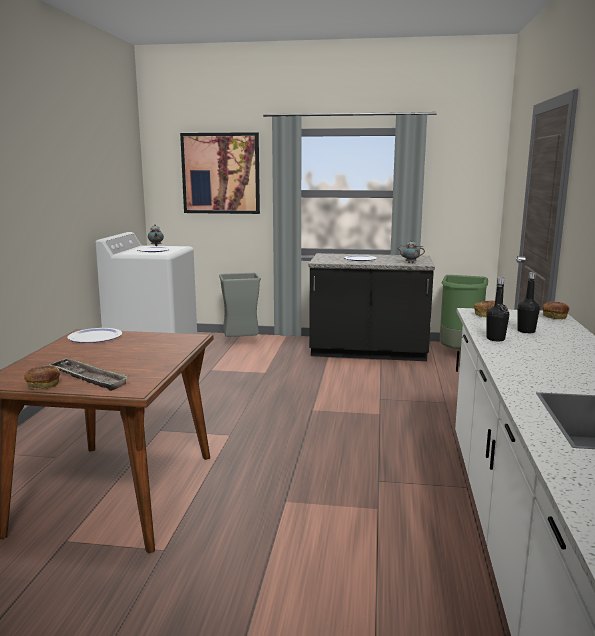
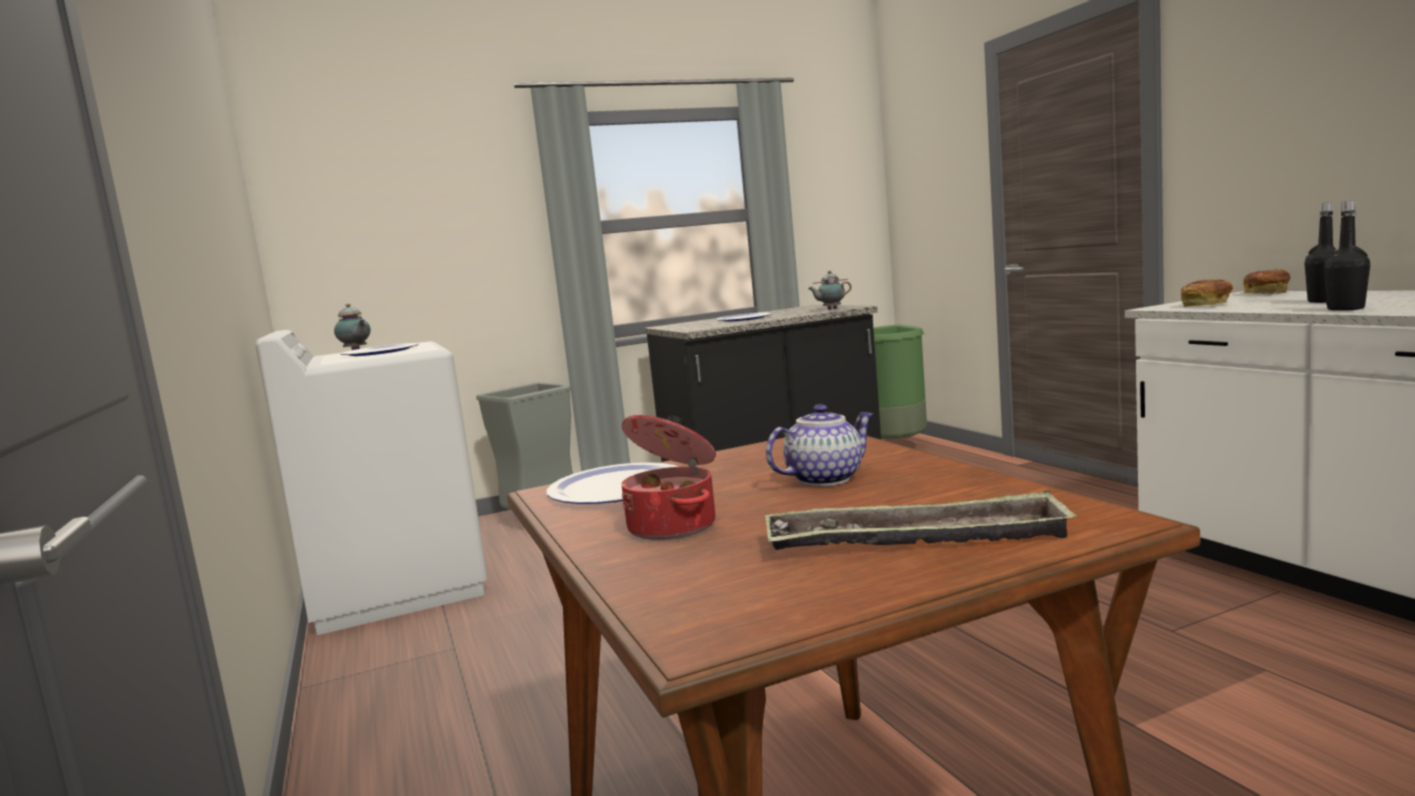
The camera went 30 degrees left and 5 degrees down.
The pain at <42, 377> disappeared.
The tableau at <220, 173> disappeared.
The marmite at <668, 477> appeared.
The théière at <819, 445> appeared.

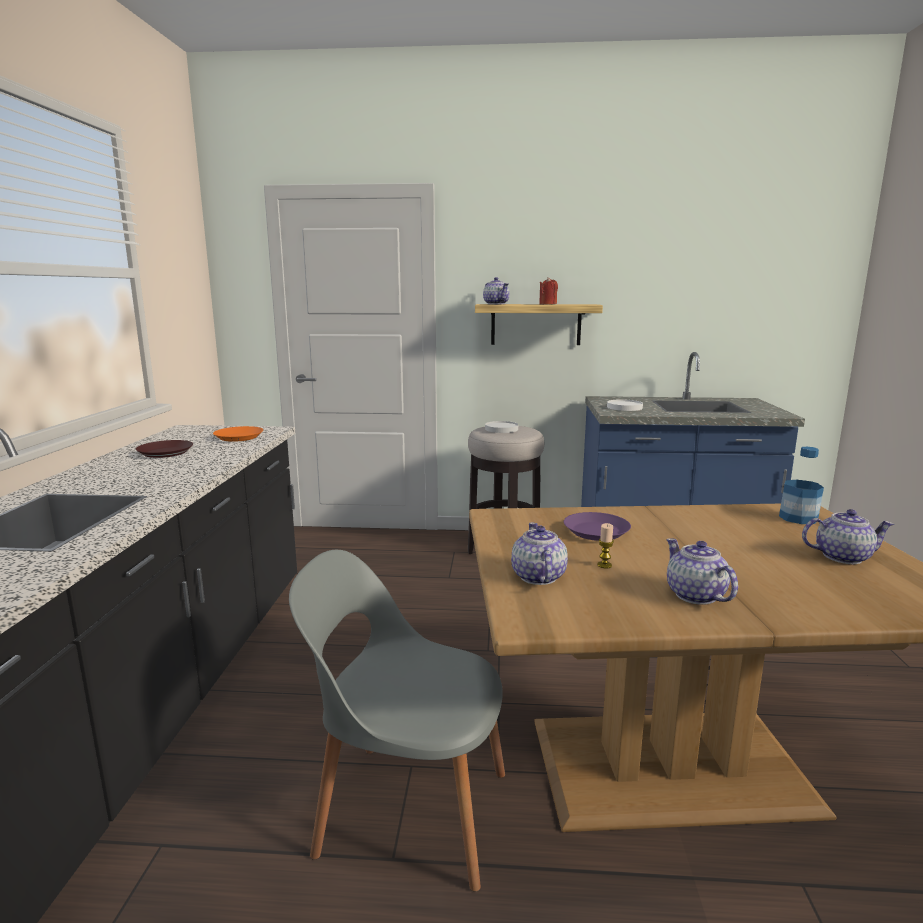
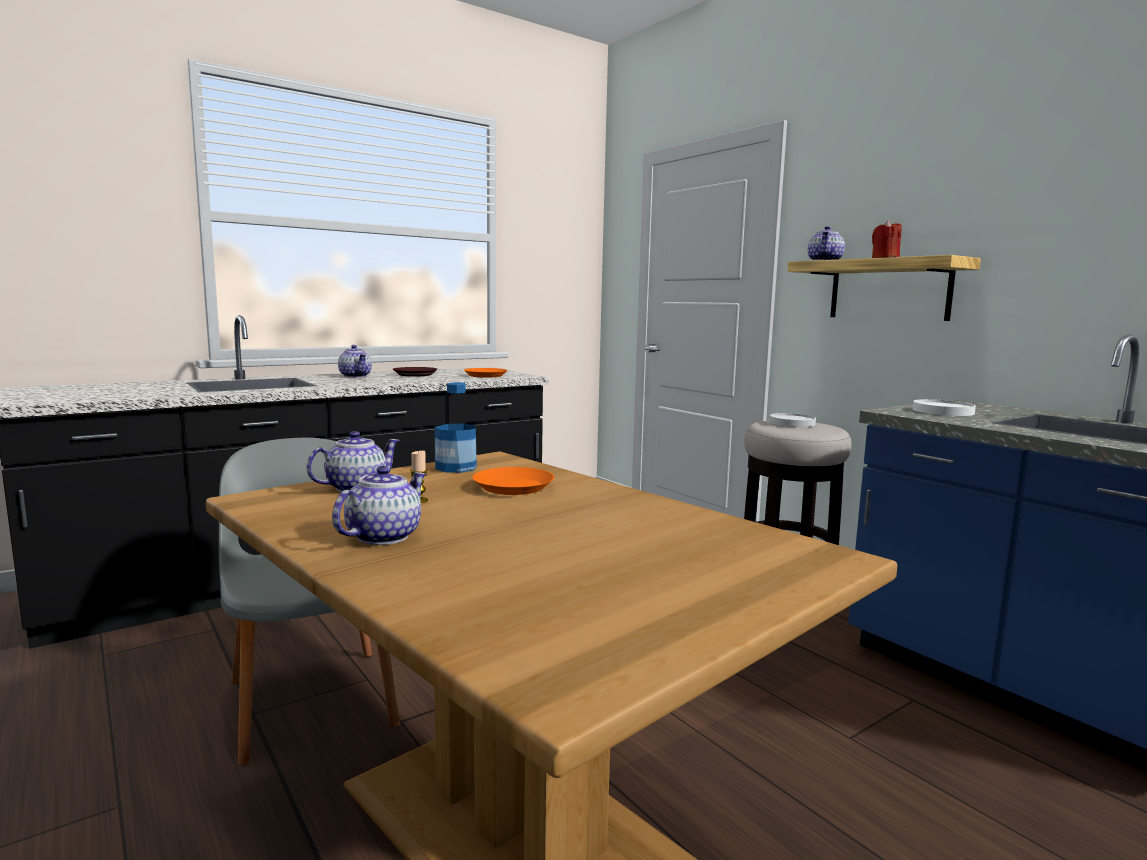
The camera went 50 degrees right and 5 degrees down.
The bouteille moved from <801, 485> to <455, 427>.
The théière moved from <848, 536> to <355, 361>.
The assiette [violet] at <597, 526> became the assiette [orange] at <513, 481>.

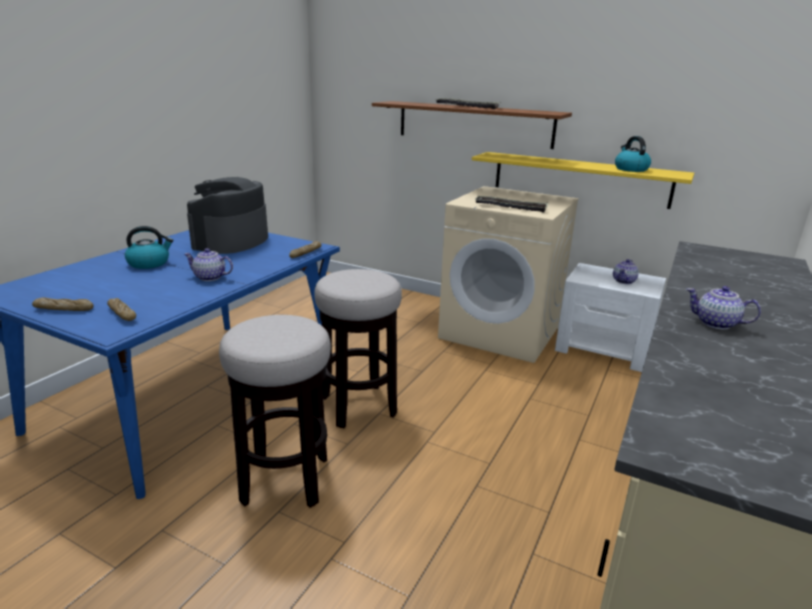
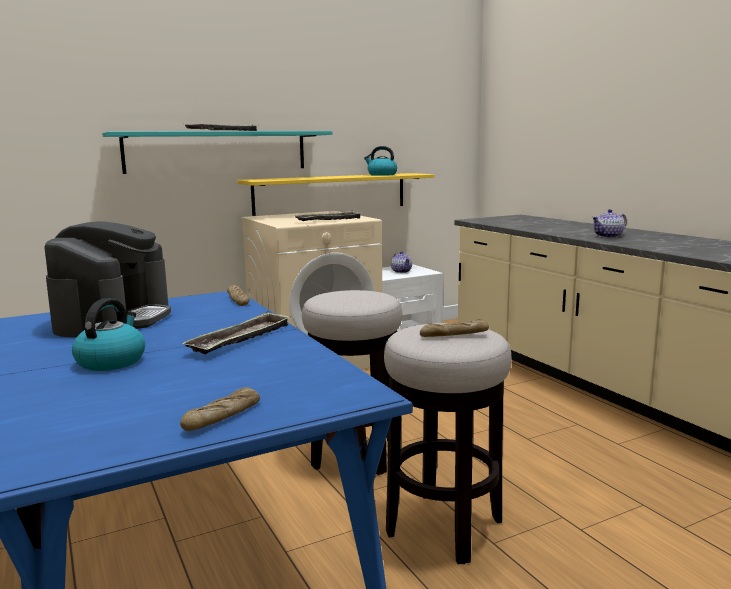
The camera went 55 degrees left and 10 degrees down.
The pain moved from <121, 309> to <454, 328>.
The théière at <208, 264> was replaced by the plateau at <236, 333>.
The étagère [marron] at <472, 125> became the étagère [turquoise] at <217, 152>.
The machine à café at <227, 215> turned 135 degrees counterclockwise.

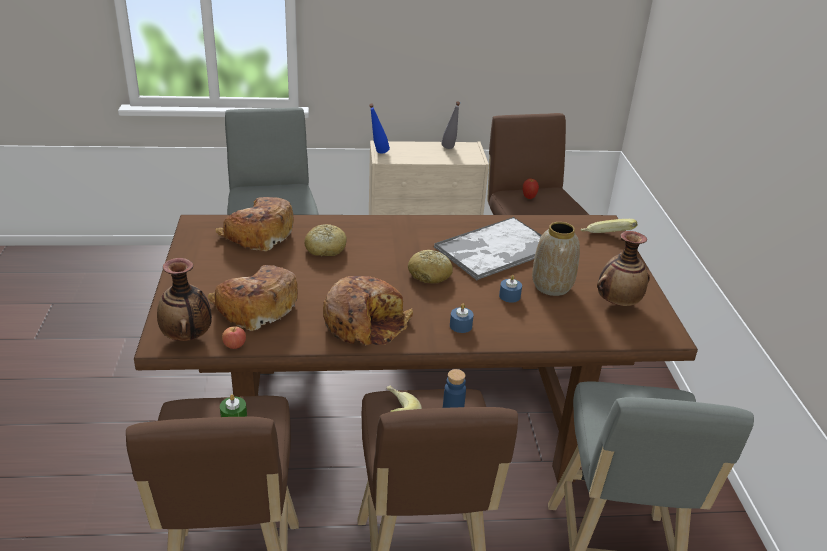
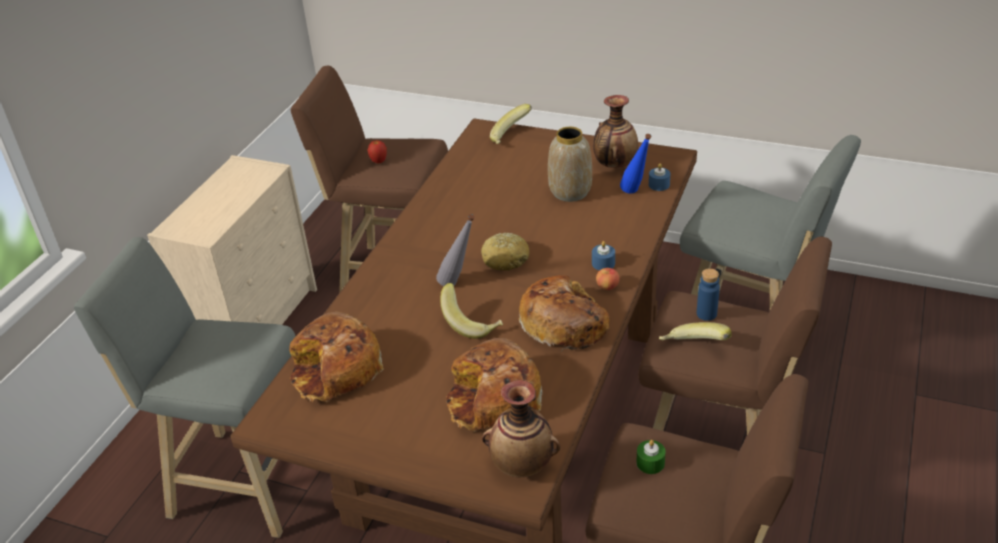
The camera went 60 degrees left and 5 degrees up.
The pain at <325, 240> disappeared.
The plateau at <488, 248> disappeared.
The banane at <471, 311> appeared.
The pomme moved from <234, 337> to <608, 279>.
The bouteille [bleu] moved from <379, 128> to <635, 164>.
The bouteille [gris] moved from <451, 125> to <455, 250>.
The bougie [bleu] moved from <510, 289> to <659, 177>.

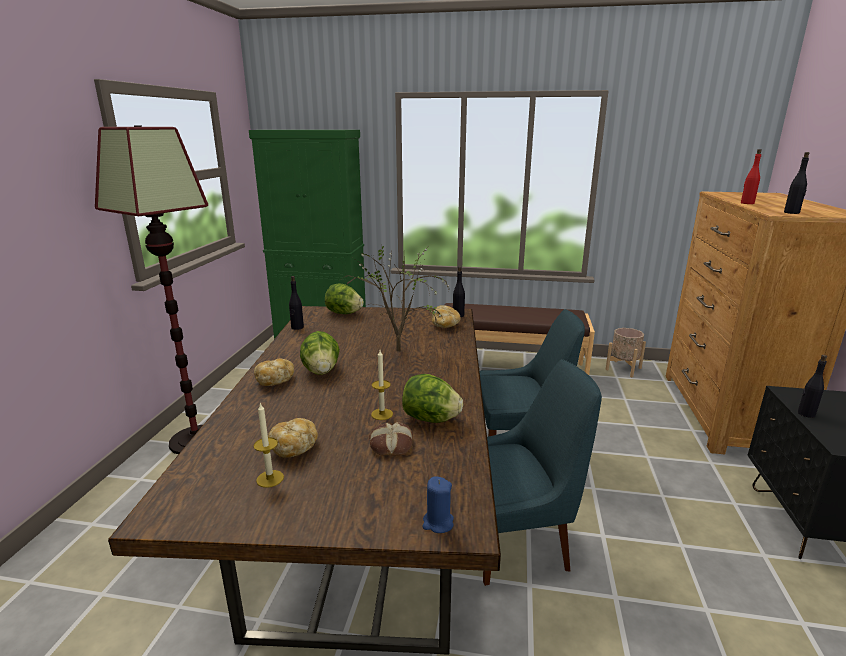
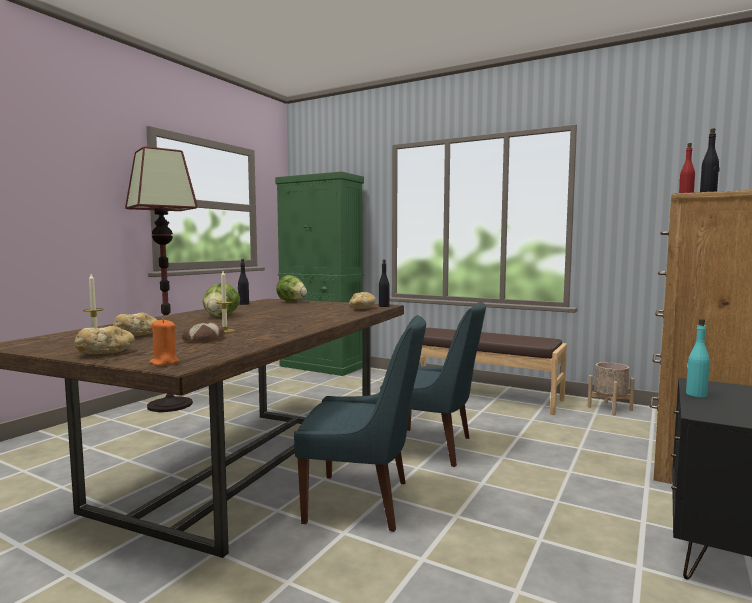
The camera went 20 degrees right and 15 degrees down.
The plante en pot at <395, 297> disappeared.
The laitue at <432, 398> disappeared.
The pain moved from <274, 372> to <105, 340>.
The bougie [bleu] at <438, 505> became the bougie [orange] at <164, 342>.
The bouteille [noir] at <812, 386> became the bouteille [turquoise] at <698, 358>.

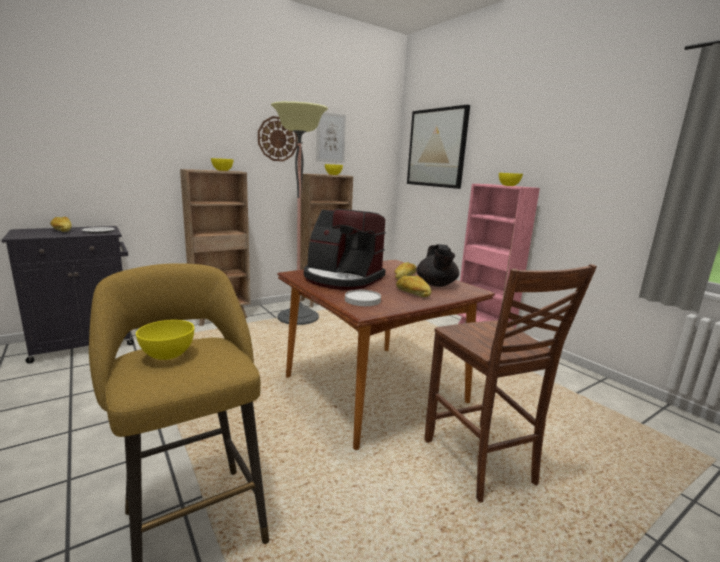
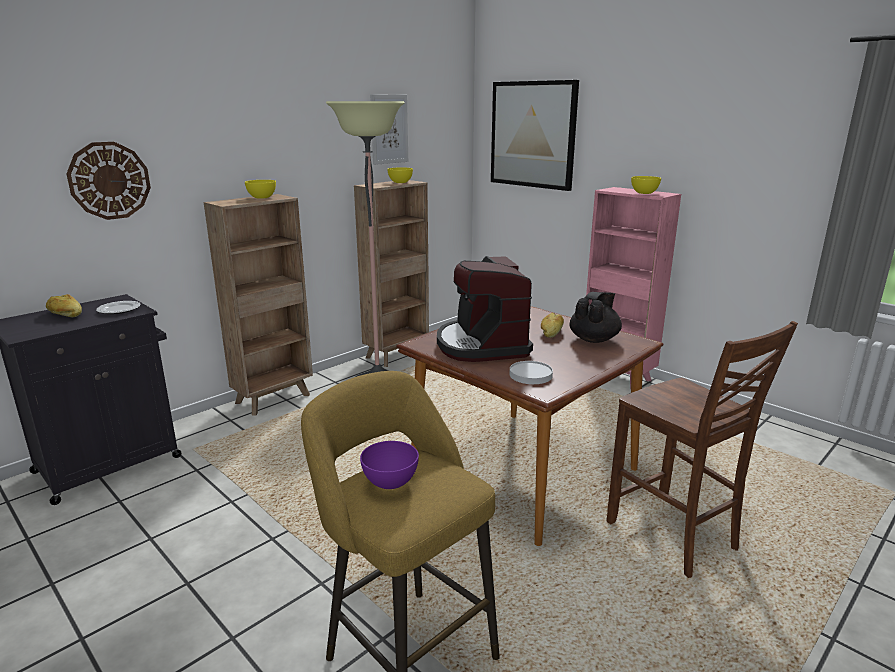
The camera went 10 degrees left and 5 degrees up.
The pain at <413, 286> disappeared.
The horloge murale moved from <277, 138> to <108, 181>.
The bol [jaune] at <165, 340> became the bol [violet] at <389, 465>.
The machine à café at <345, 249> turned 60 degrees clockwise.
The théière [noir] at <437, 265> turned 135 degrees counterclockwise.

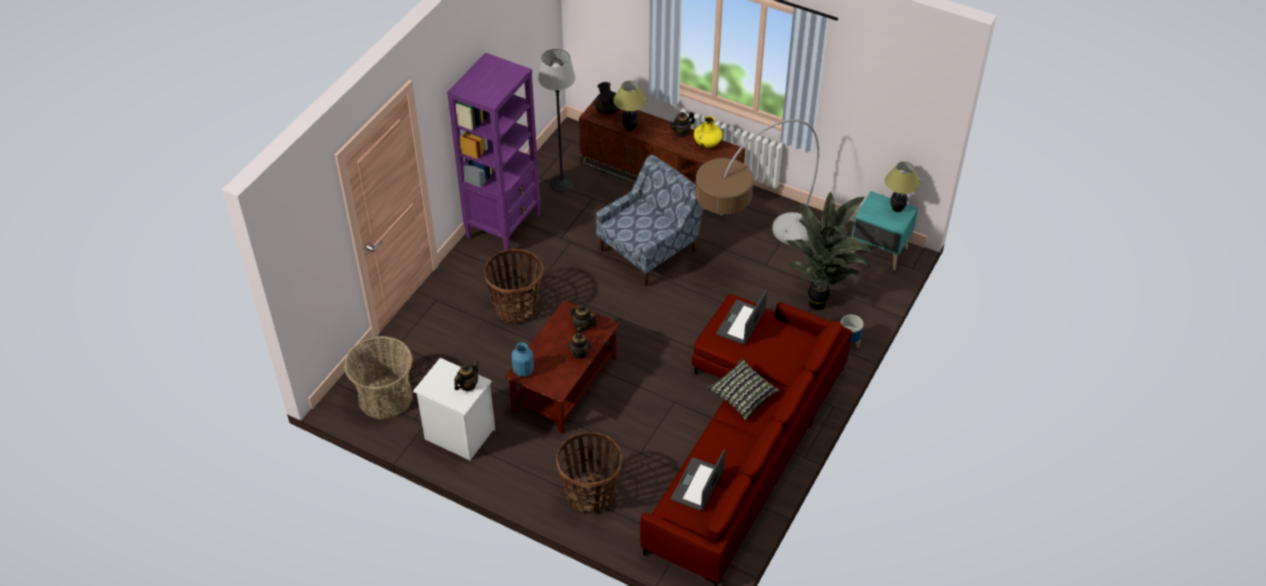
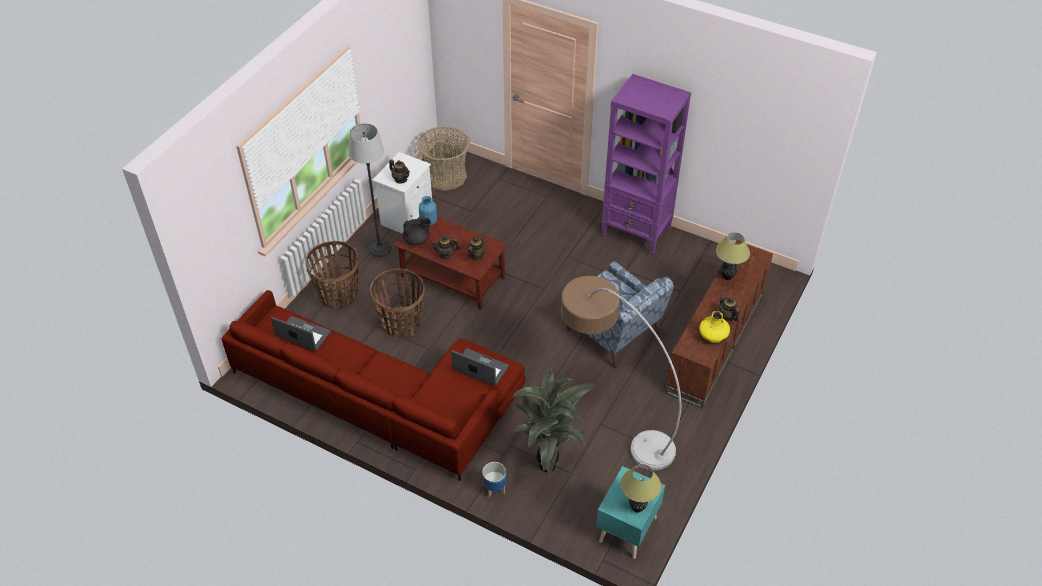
The camera went 90 degrees right and 0 degrees up.
The coussin at <743, 390> disappeared.
The panier moved from <513, 286> to <397, 303>.
The lampadaire moved from <556, 120> to <370, 190>.
The théière [noir] moved from <606, 98> to <417, 232>.

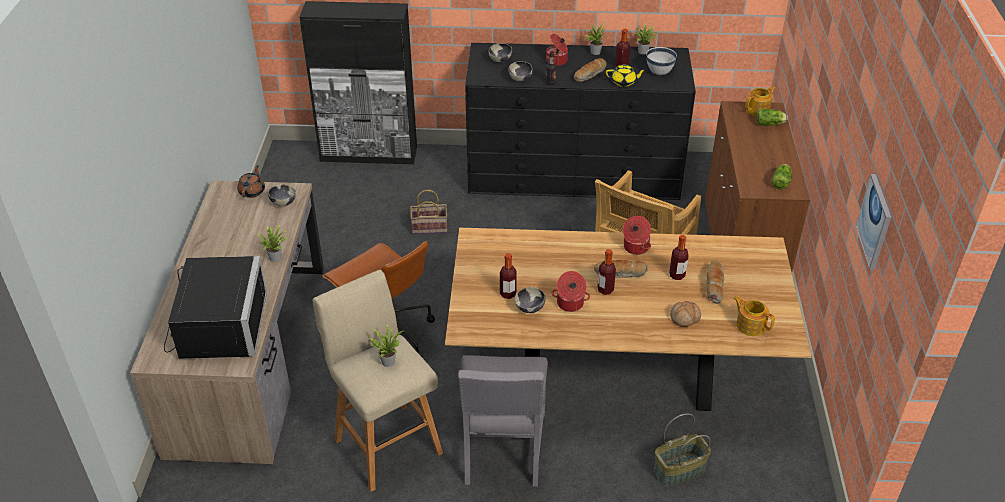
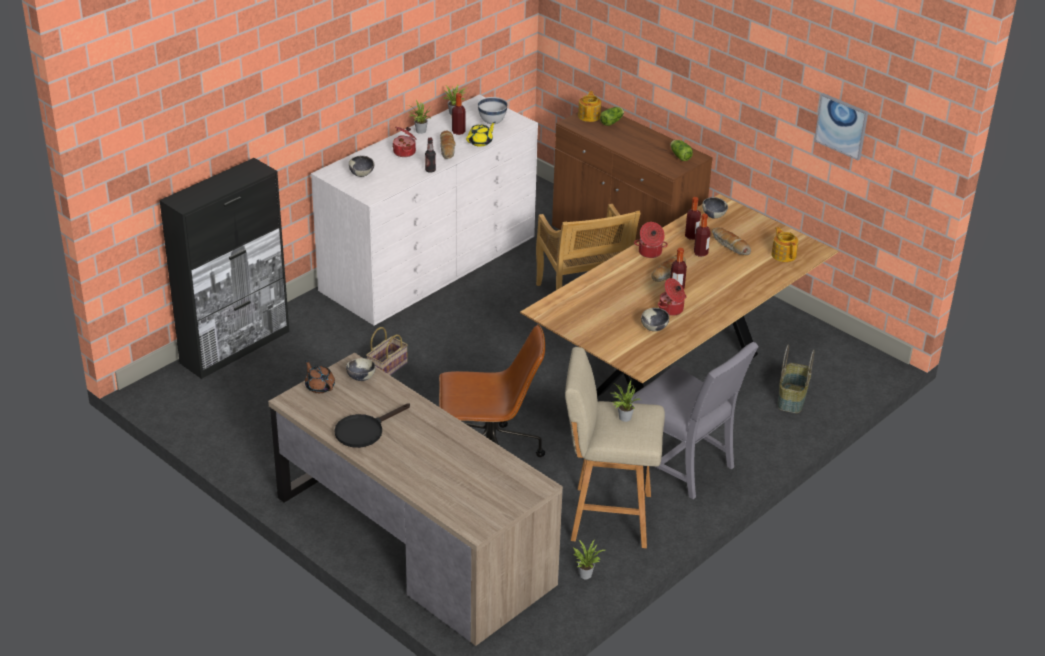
The camera went 50 degrees left and 5 degrees down.
The micro-ondes [noir] at <215, 307> disappeared.
The pain at <685, 314> disappeared.
The poêle [noir] at <372, 425> appeared.
The plante en pot moved from <272, 243> to <589, 559>.
The bouteille moved from <508, 276> to <693, 218>.
The bol moved from <520, 71> to <715, 208>.
The commode [noir] at <580, 121> became the commode [blanc] at <424, 210>.
The théière at <754, 316> turned 75 degrees clockwise.

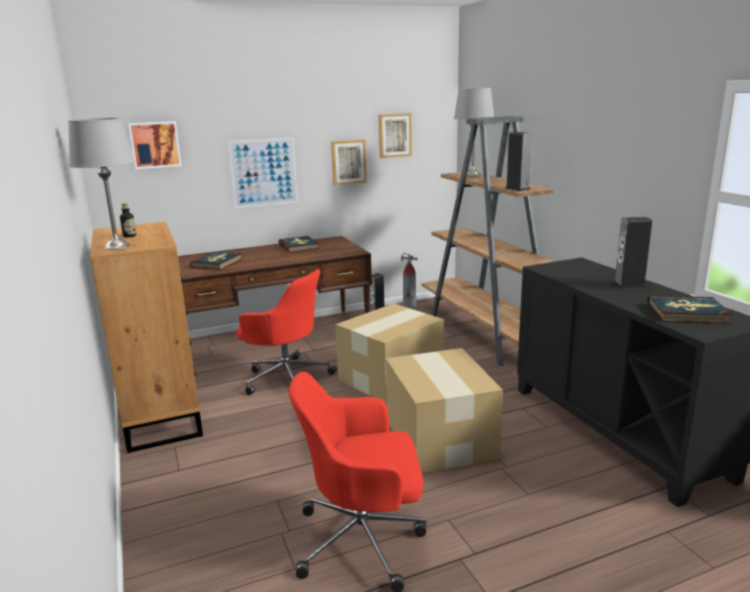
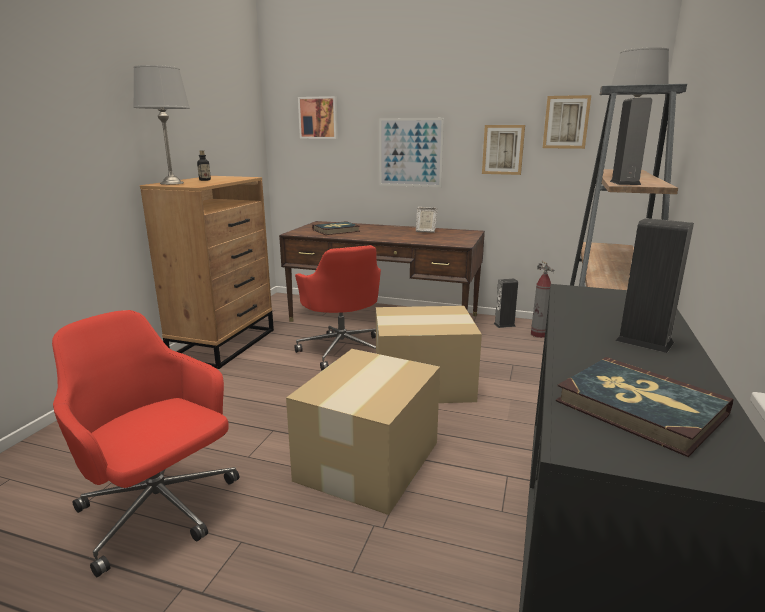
The camera went 40 degrees right and 0 degrees up.
The livre at <298, 244> was replaced by the cadre photo at <427, 220>.

